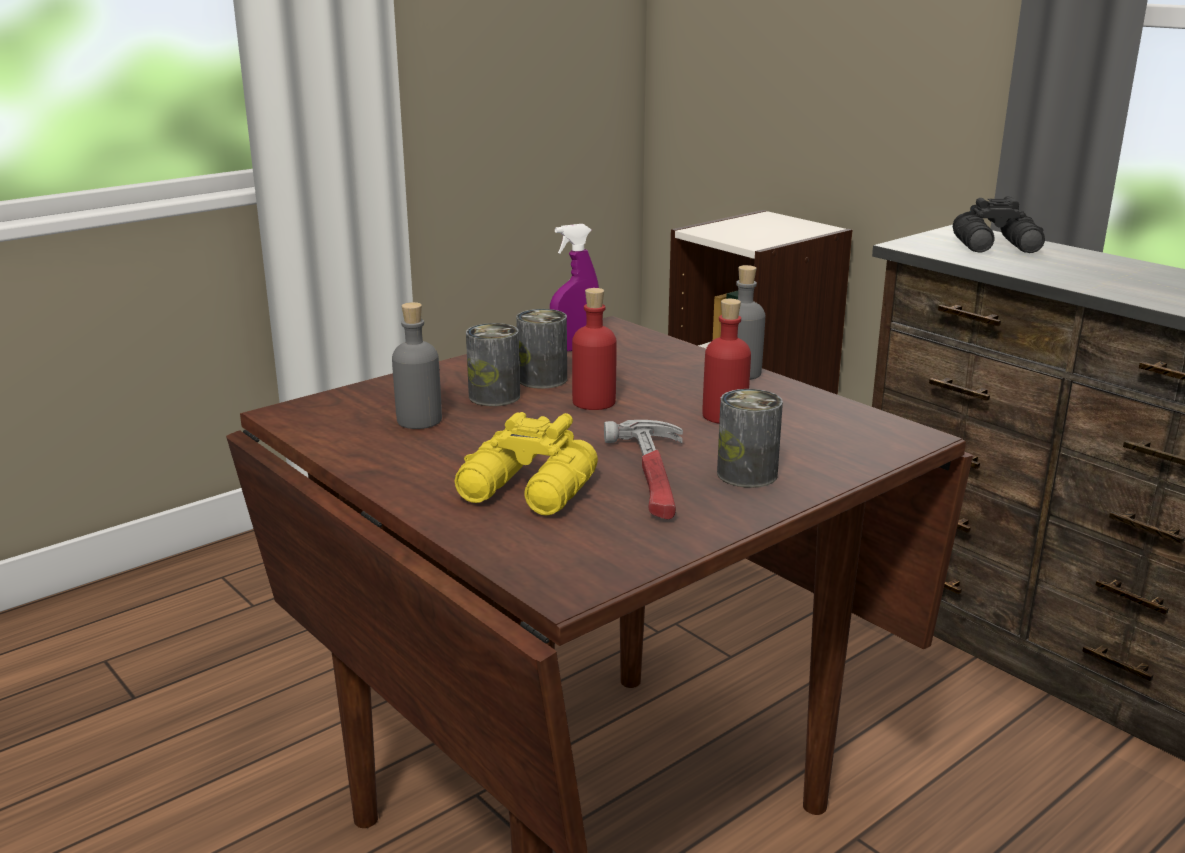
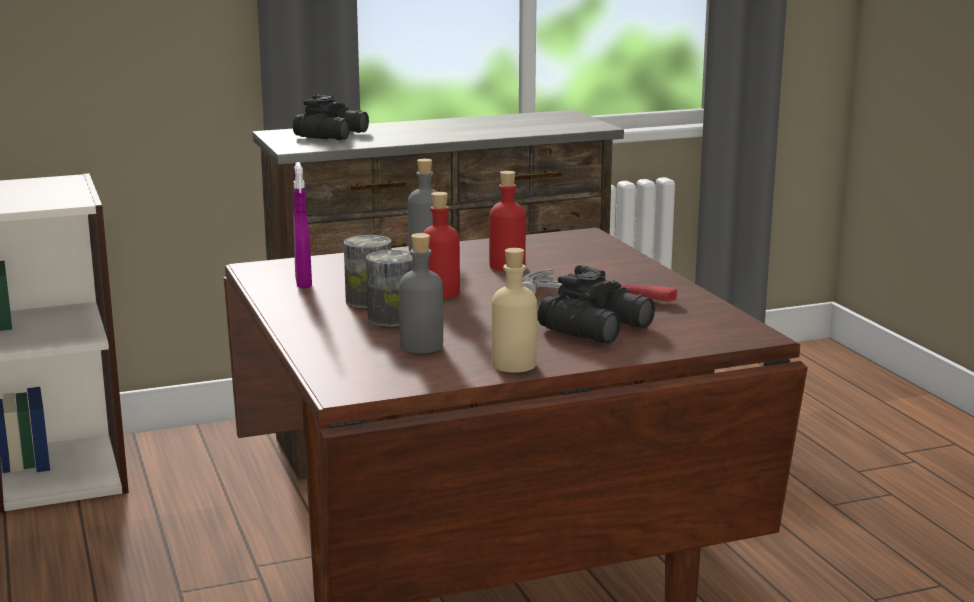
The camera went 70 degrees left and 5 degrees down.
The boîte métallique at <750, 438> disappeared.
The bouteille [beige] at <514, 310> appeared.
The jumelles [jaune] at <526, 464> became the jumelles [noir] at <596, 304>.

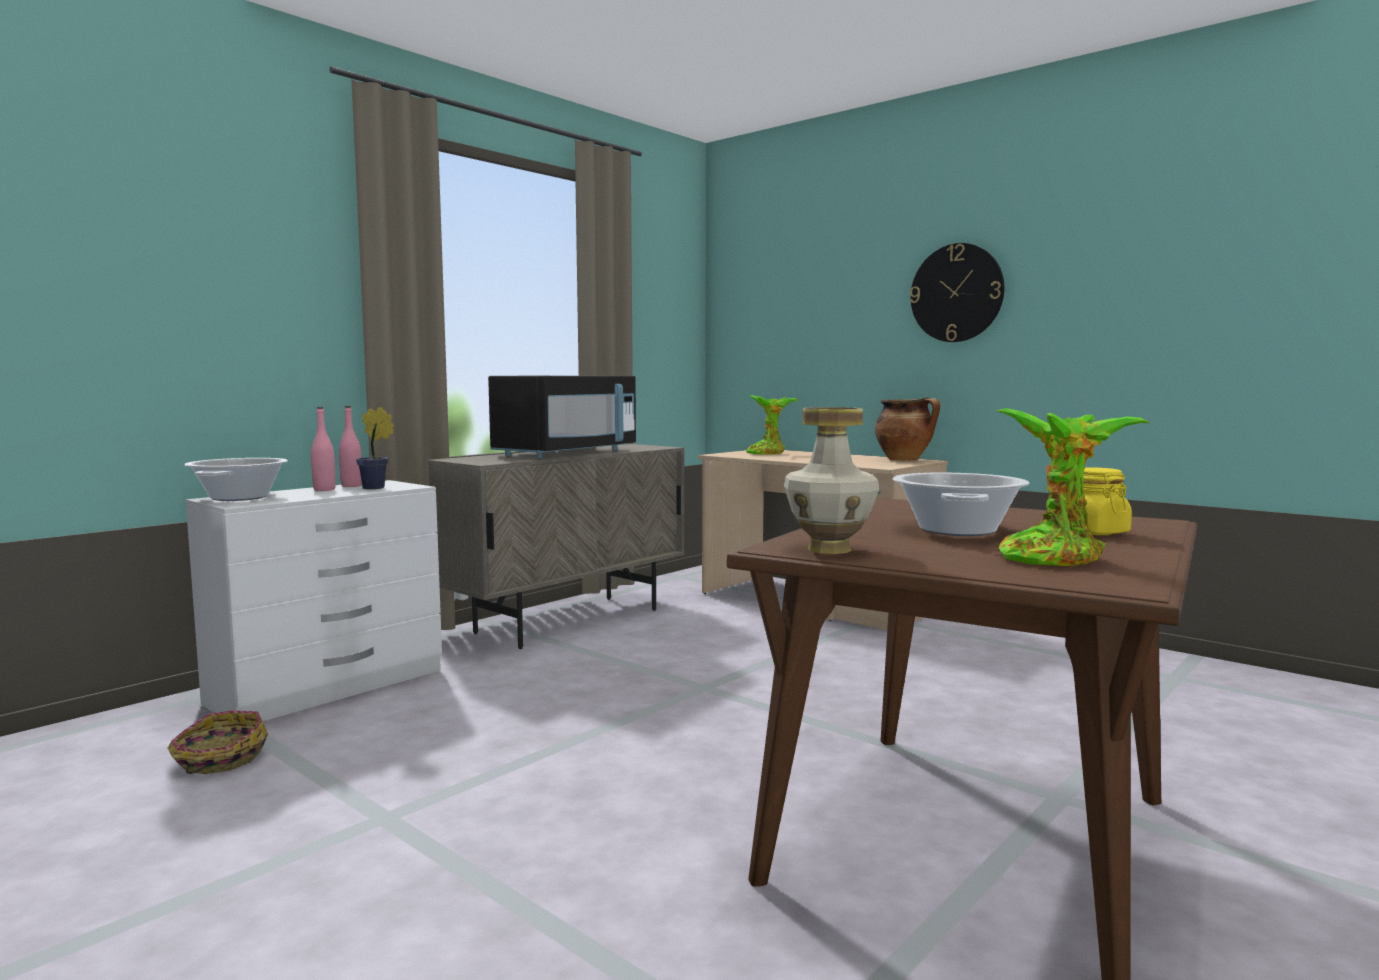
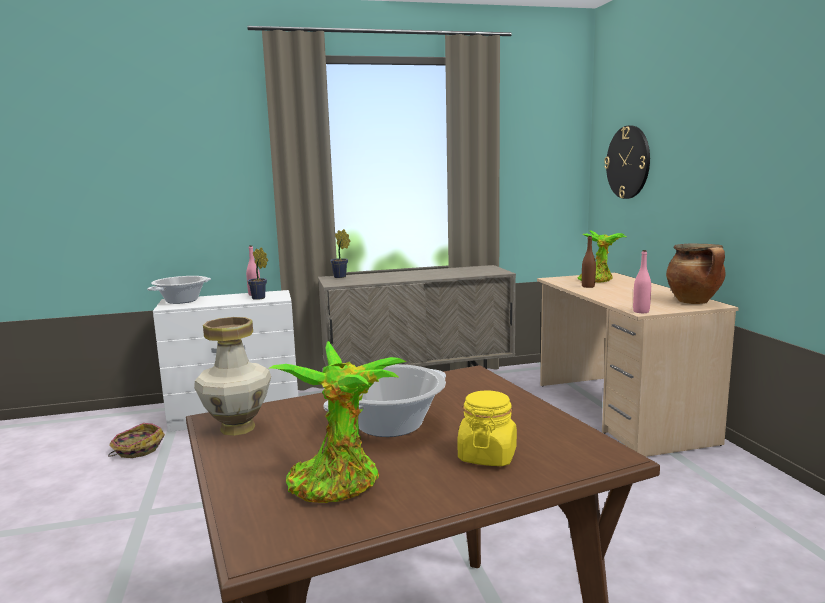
The camera went 35 degrees right and 5 degrees up.
The micro-ondes [noir] at <562, 417> disappeared.
The plante en pot at <340, 253> appeared.
The bouteille [marron] at <589, 262> appeared.
The bouteille [rose] moved from <323, 449> to <642, 281>.
The horloge murale moved from <957, 292> to <627, 162>.

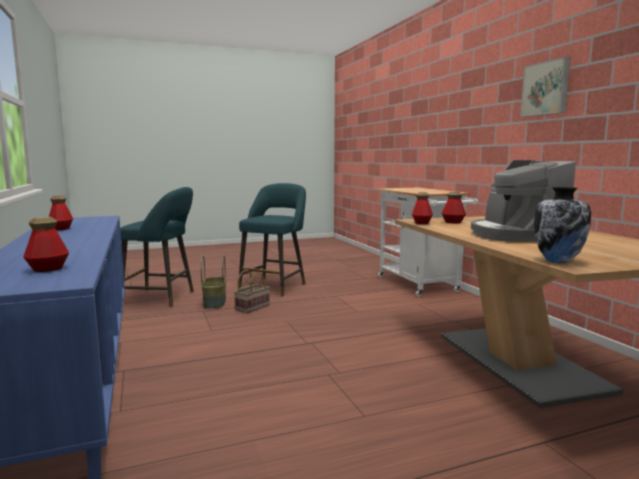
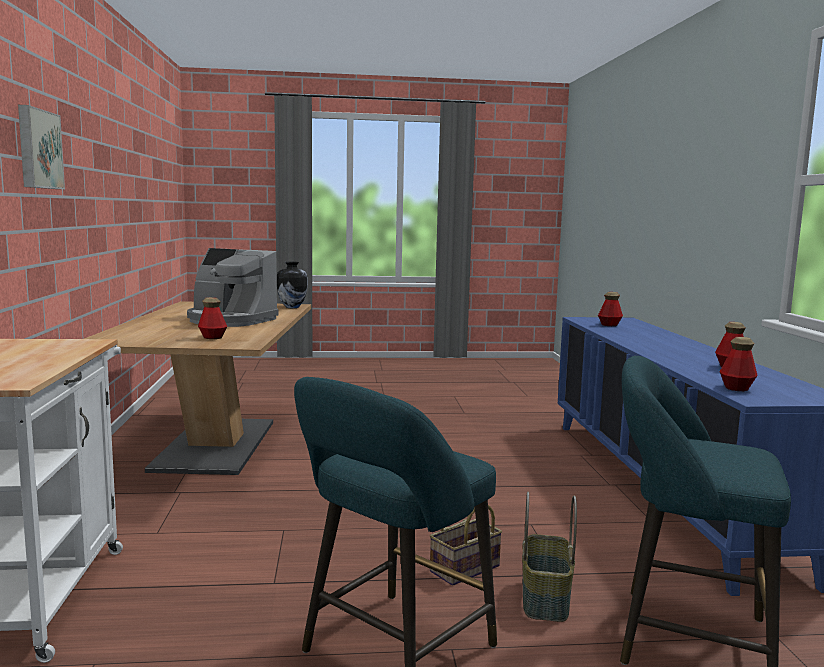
The camera went 165 degrees left and 0 degrees up.
The bouteille moved from <422, 208> to <739, 364>.
The machine à café at <523, 201> turned 105 degrees clockwise.

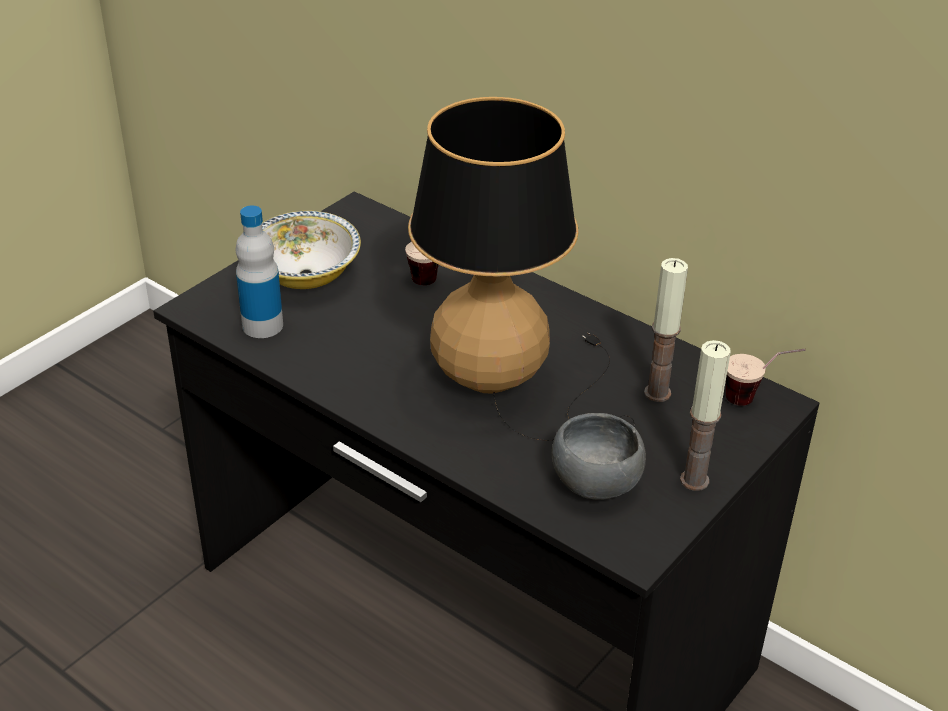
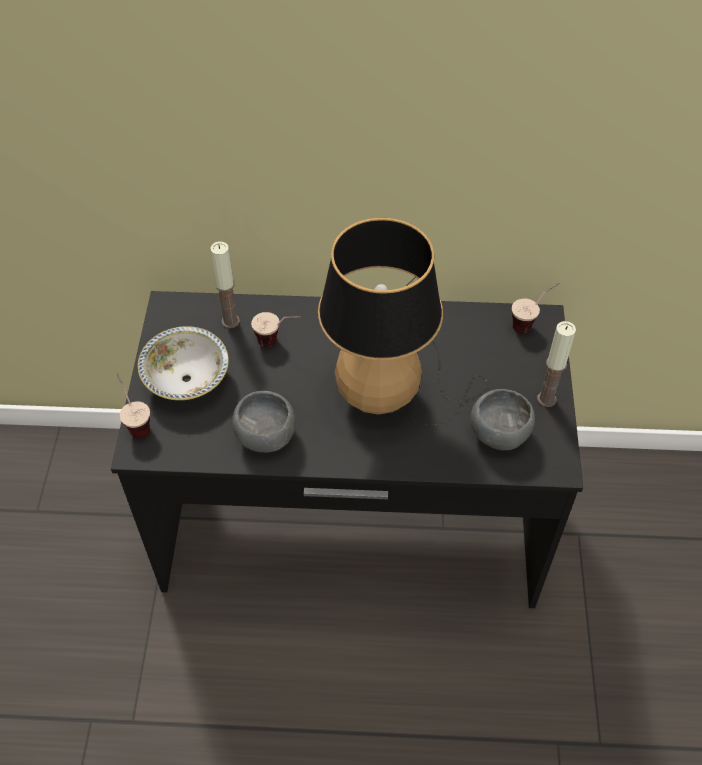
The camera went 35 degrees left and 15 degrees up.
The bouteille at <259, 272> disappeared.
The tasse at <133, 405> appeared.
The bol [gris] at <264, 421> appeared.
The bougie moved from <666, 330> to <225, 285>.

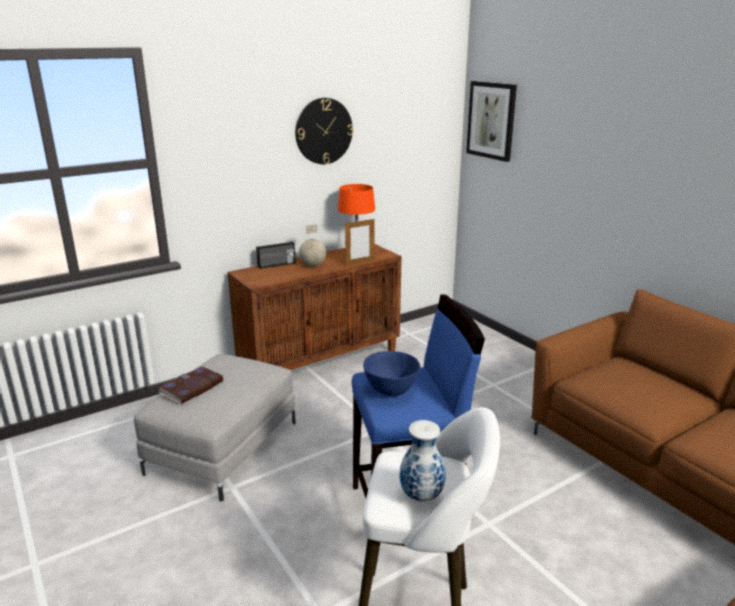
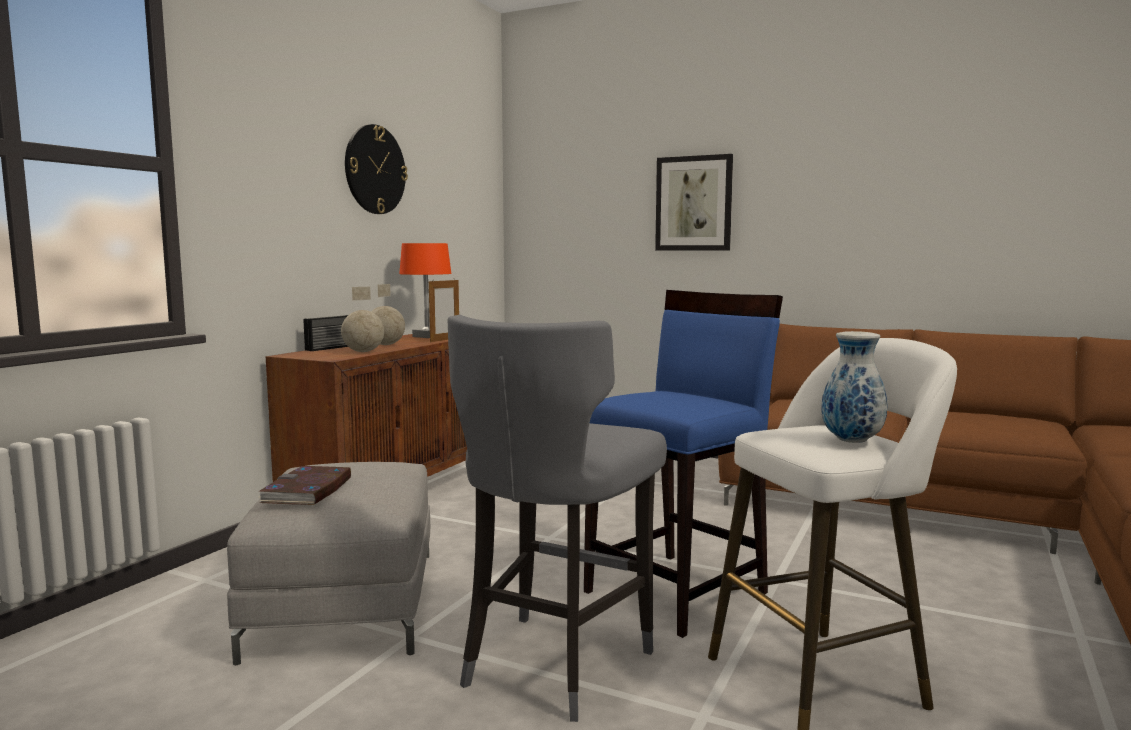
The camera went 30 degrees left and 15 degrees down.
The bol [bleu] at <391, 373> disappeared.
The globe at <362, 319> appeared.
The tabouret [gris] at <557, 518> appeared.
The tableau moved from <491, 121> to <694, 202>.

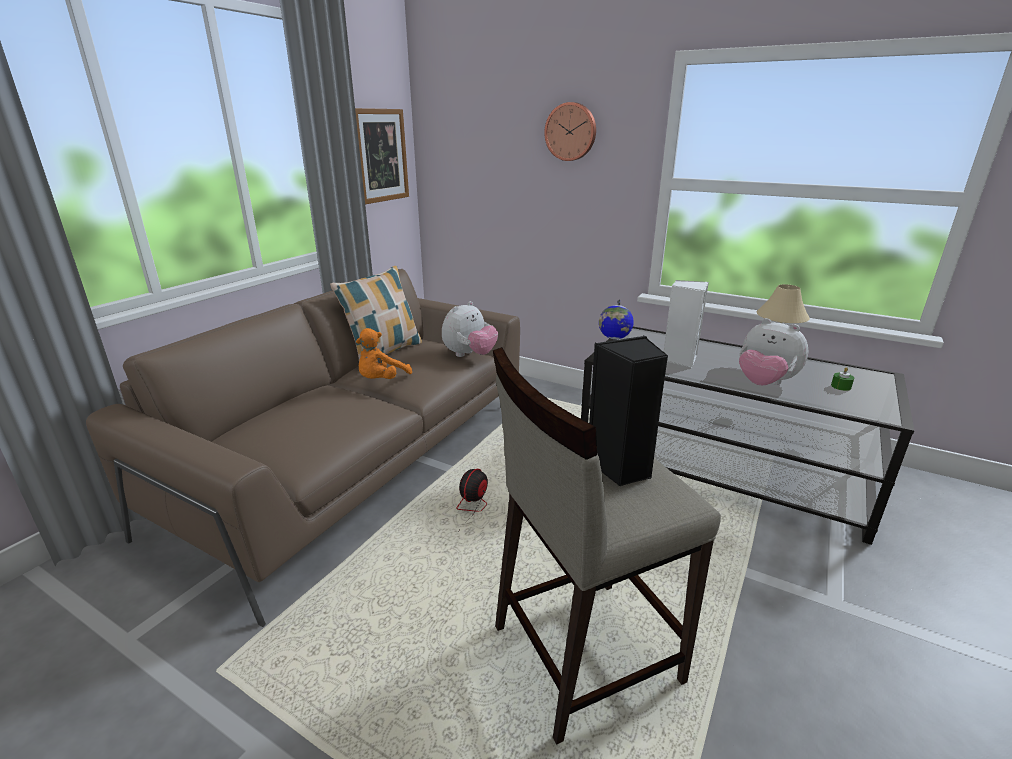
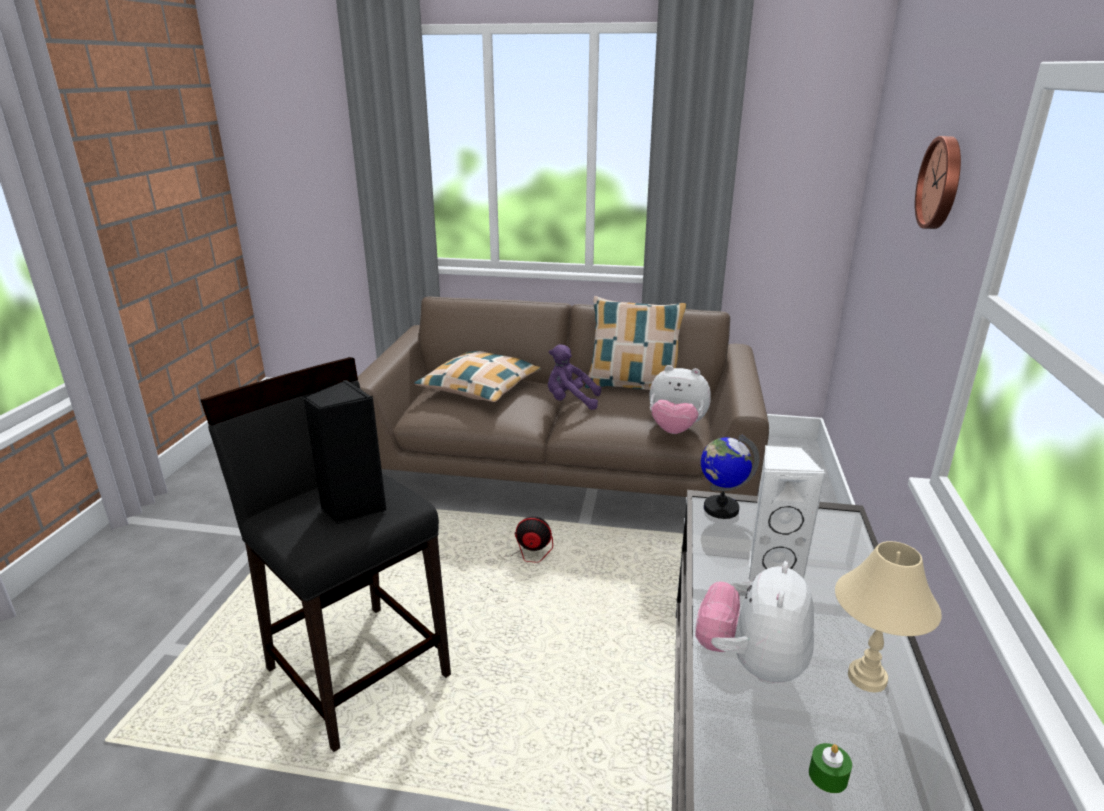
The camera went 70 degrees right and 0 degrees up.
The tableau at <382, 156> disappeared.
The coussin at <477, 376> appeared.
The peluche [orange] at <384, 353> became the peluche [violet] at <574, 377>.
The tabouret [beige] at <607, 546> became the tabouret [noir] at <326, 554>.

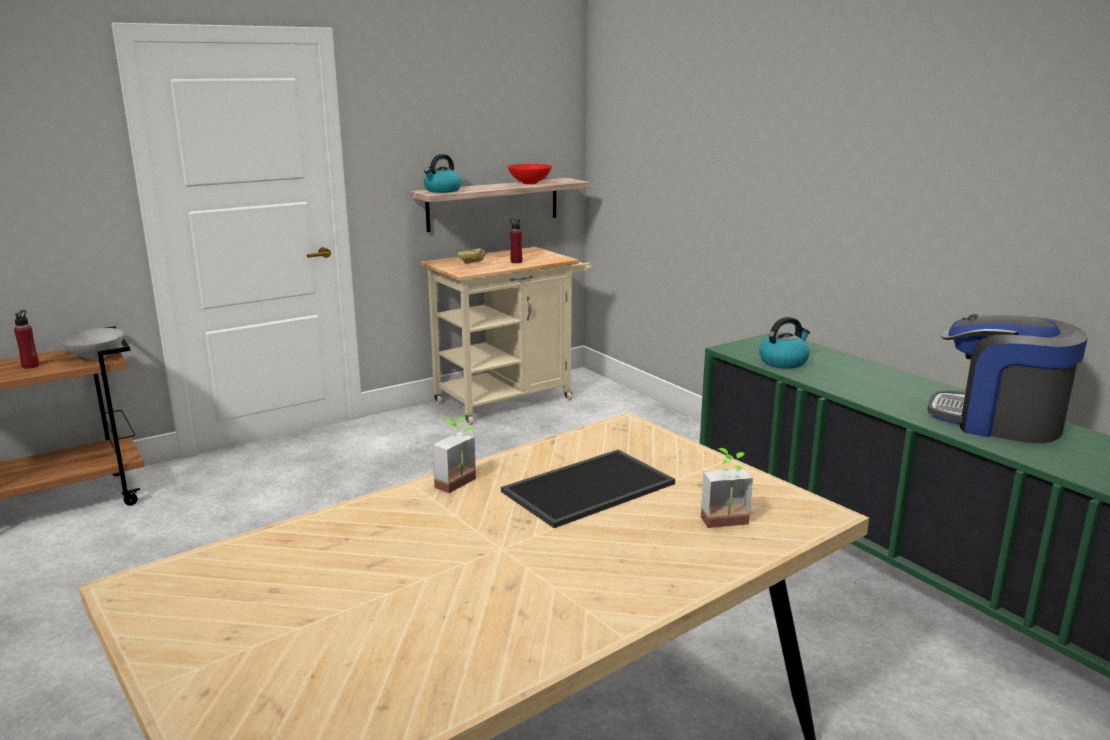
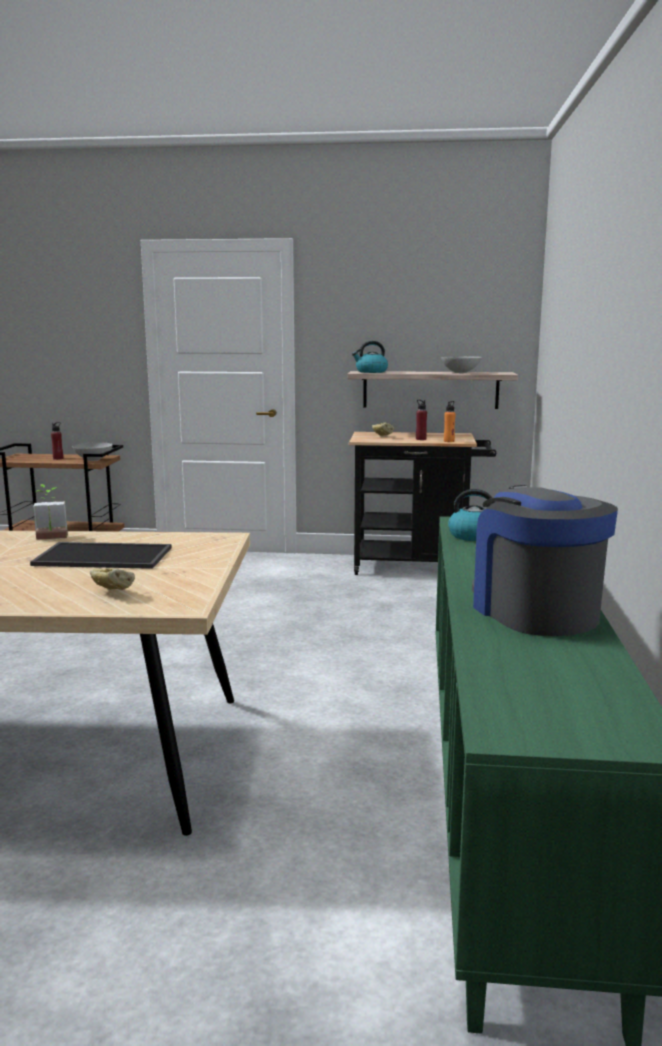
The camera went 40 degrees right and 5 degrees down.
The bouteille [orange] at <449, 421> appeared.
The plante en pot at <727, 488> was replaced by the pain at <112, 579>.
The chariot [beige] at <506, 336> became the chariot [noir] at <422, 503>.
The bol [rouge] at <530, 174> became the bol [gris] at <461, 364>.

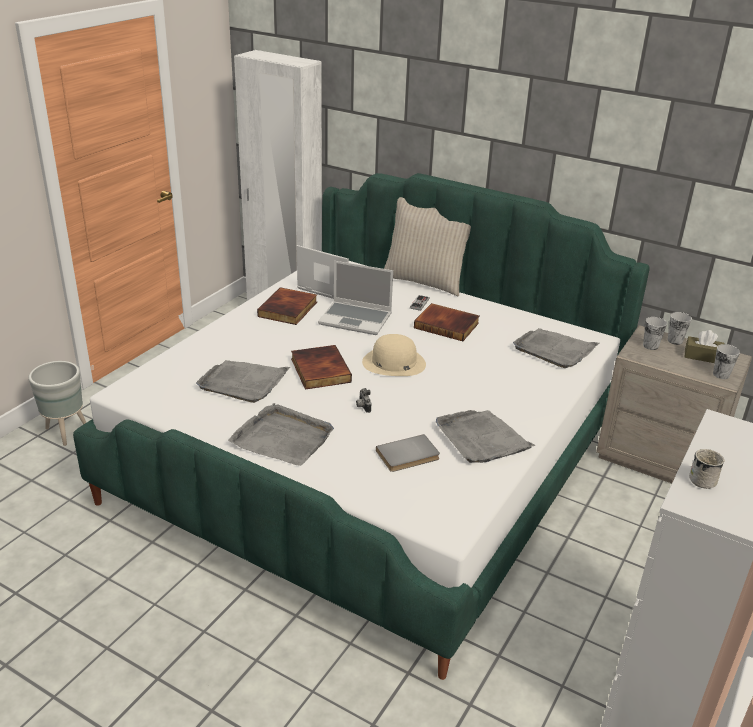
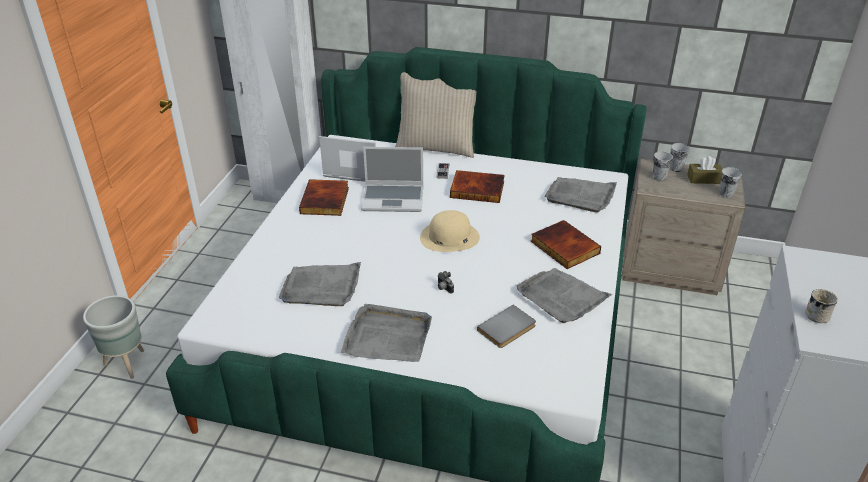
The camera went 15 degrees left and 5 degrees up.
The livre moved from <321, 367> to <566, 244>.

